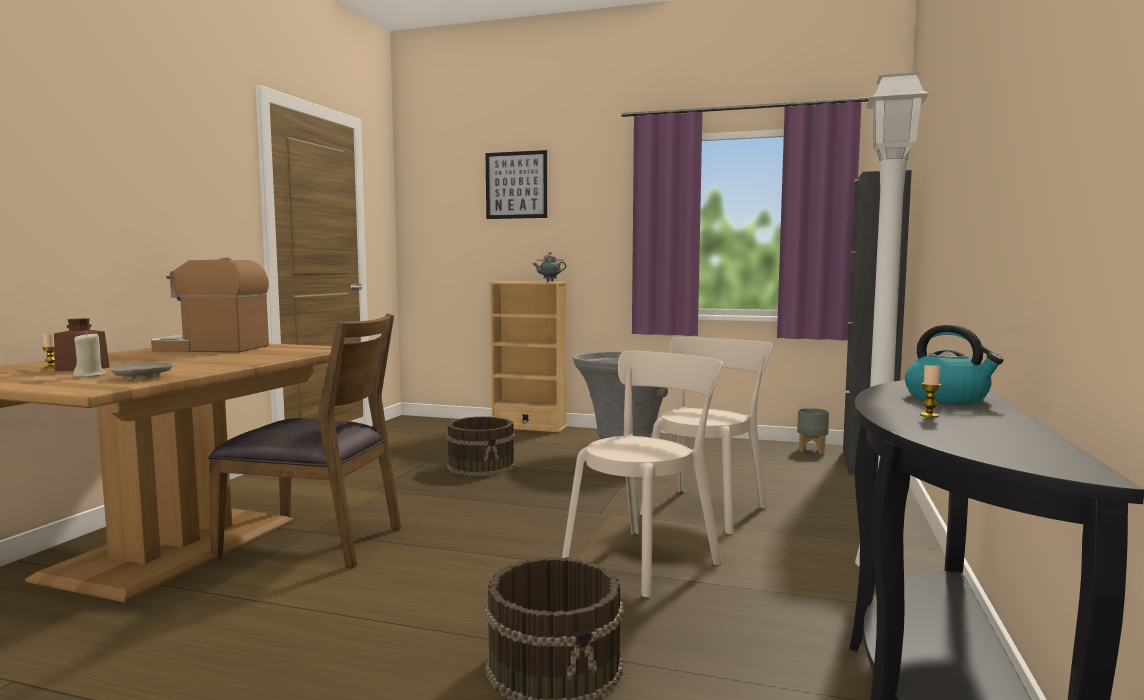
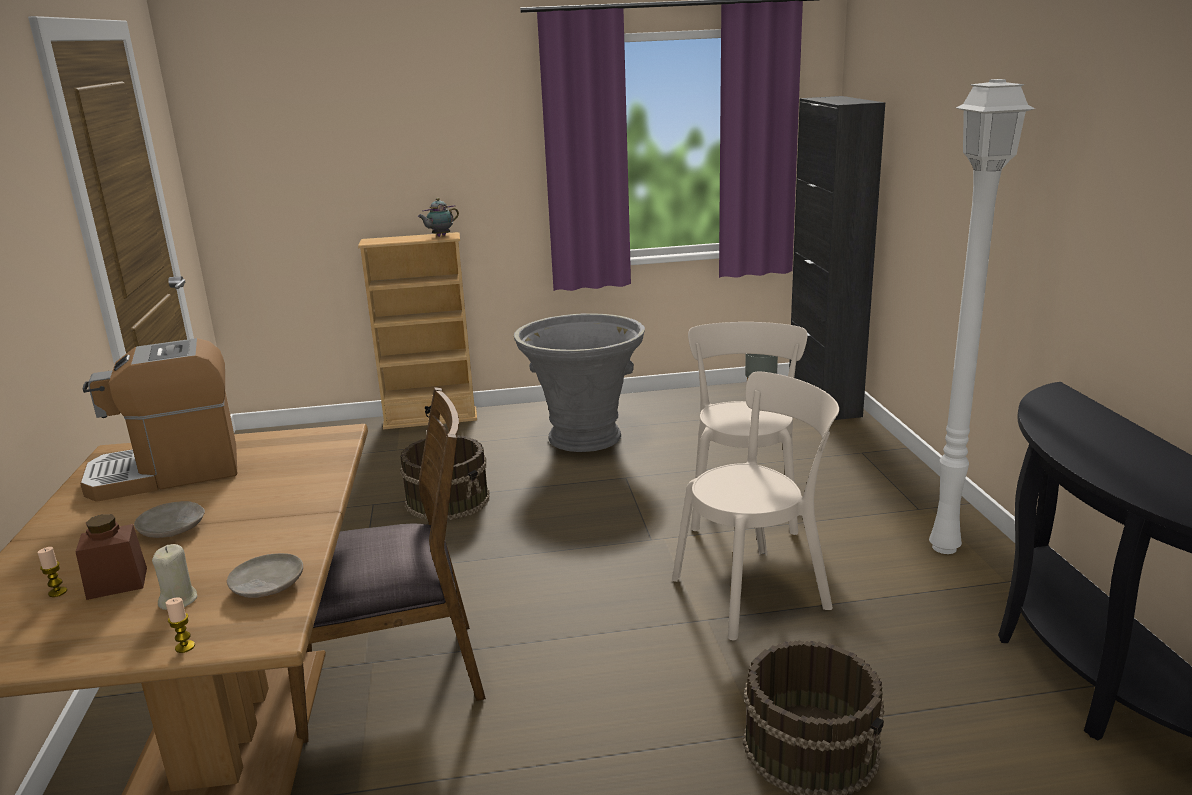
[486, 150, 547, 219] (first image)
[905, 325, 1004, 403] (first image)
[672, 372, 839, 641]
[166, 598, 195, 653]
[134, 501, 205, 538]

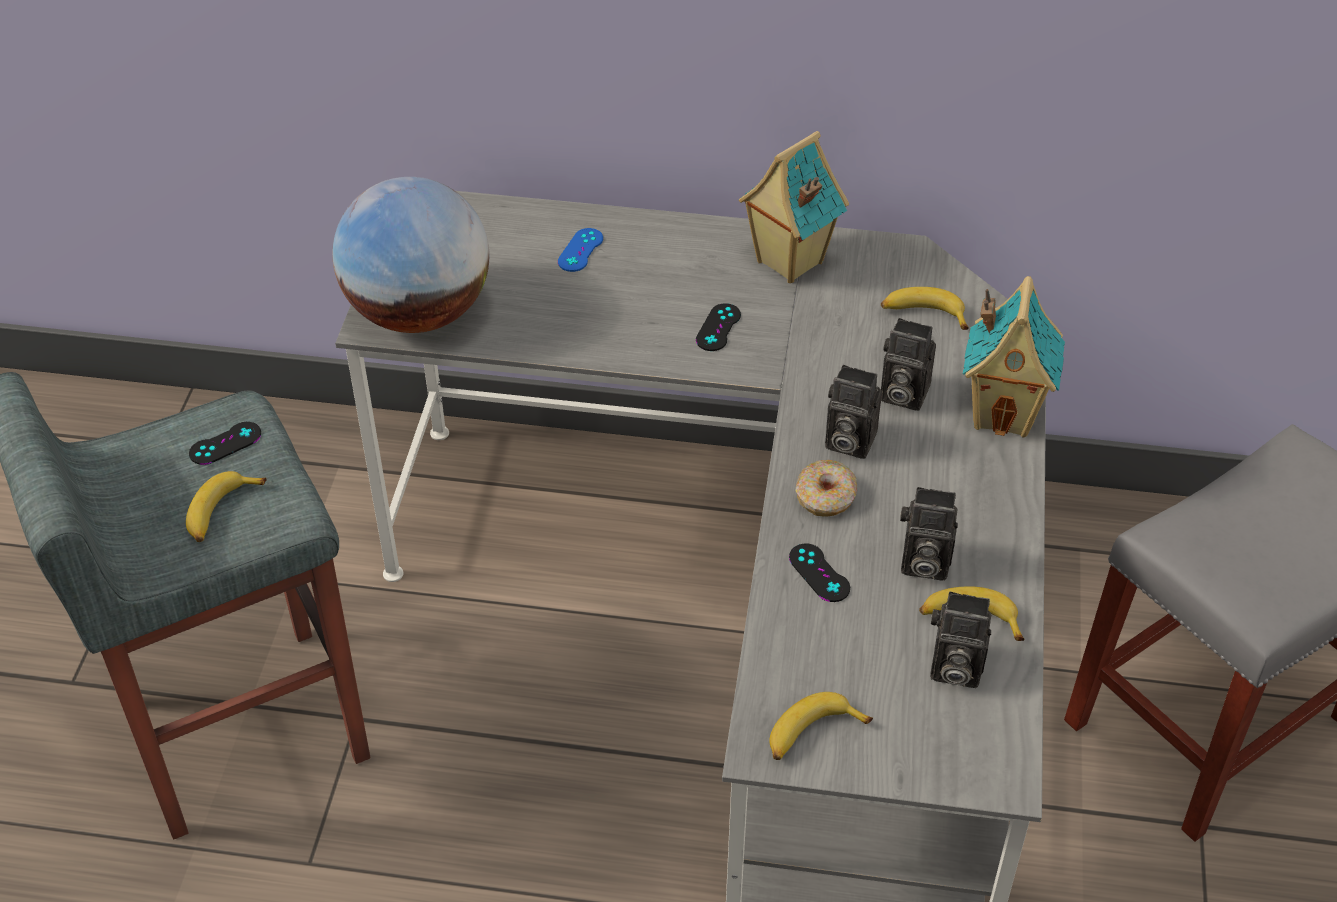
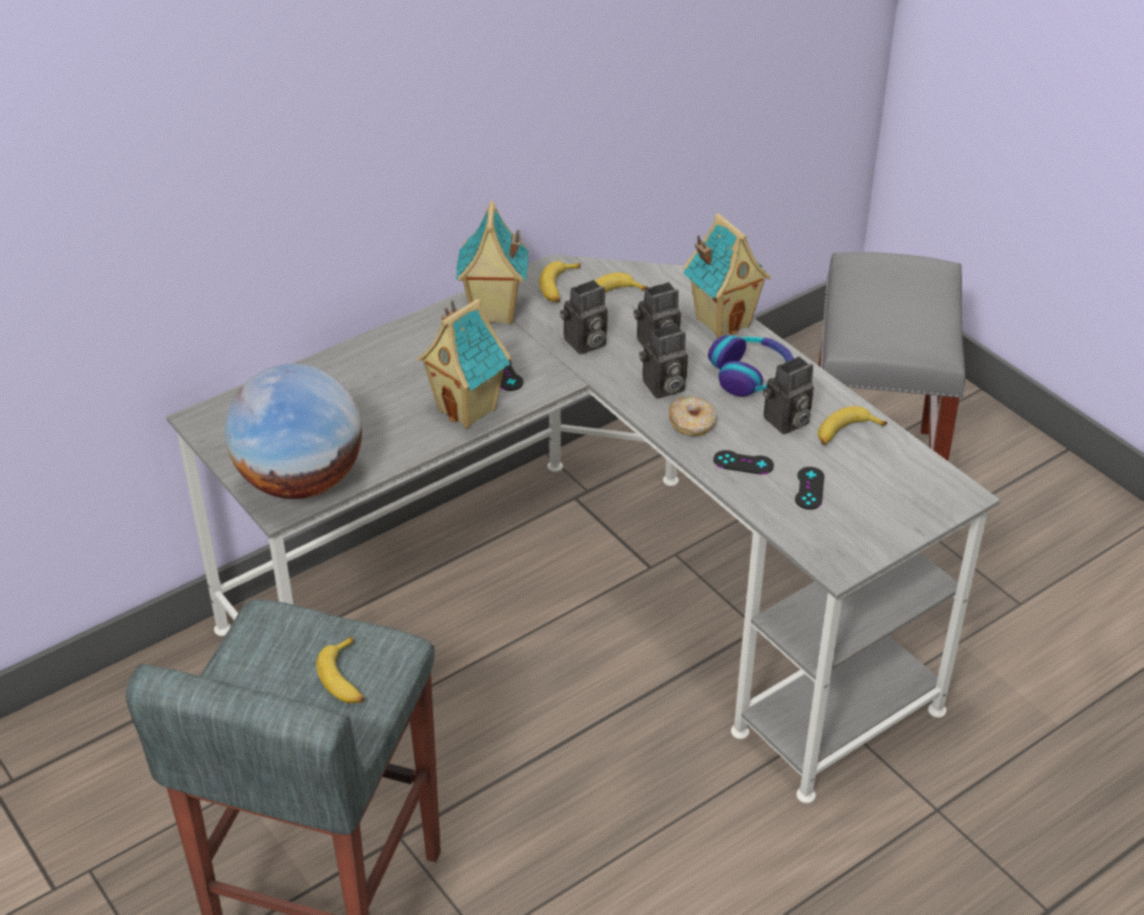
[558, 228, 603, 272] (first image)
[795, 467, 824, 510]
[560, 280, 608, 354]
[540, 261, 581, 302]
[417, 299, 511, 428]
[708, 335, 794, 396]

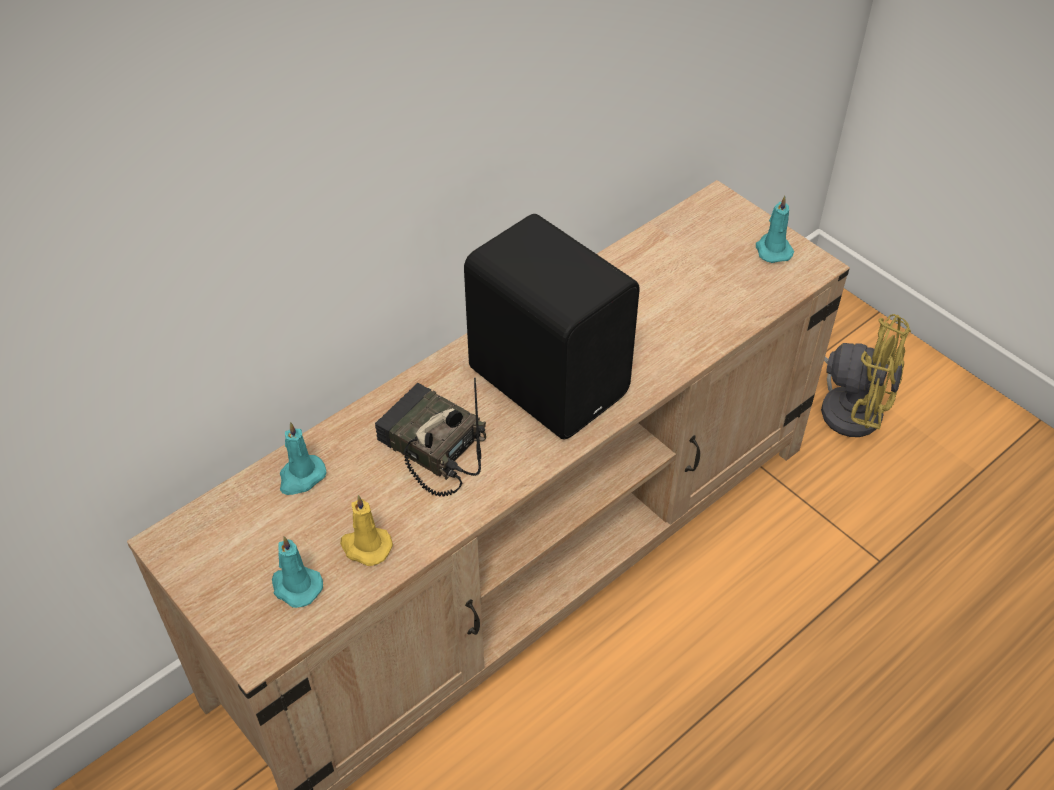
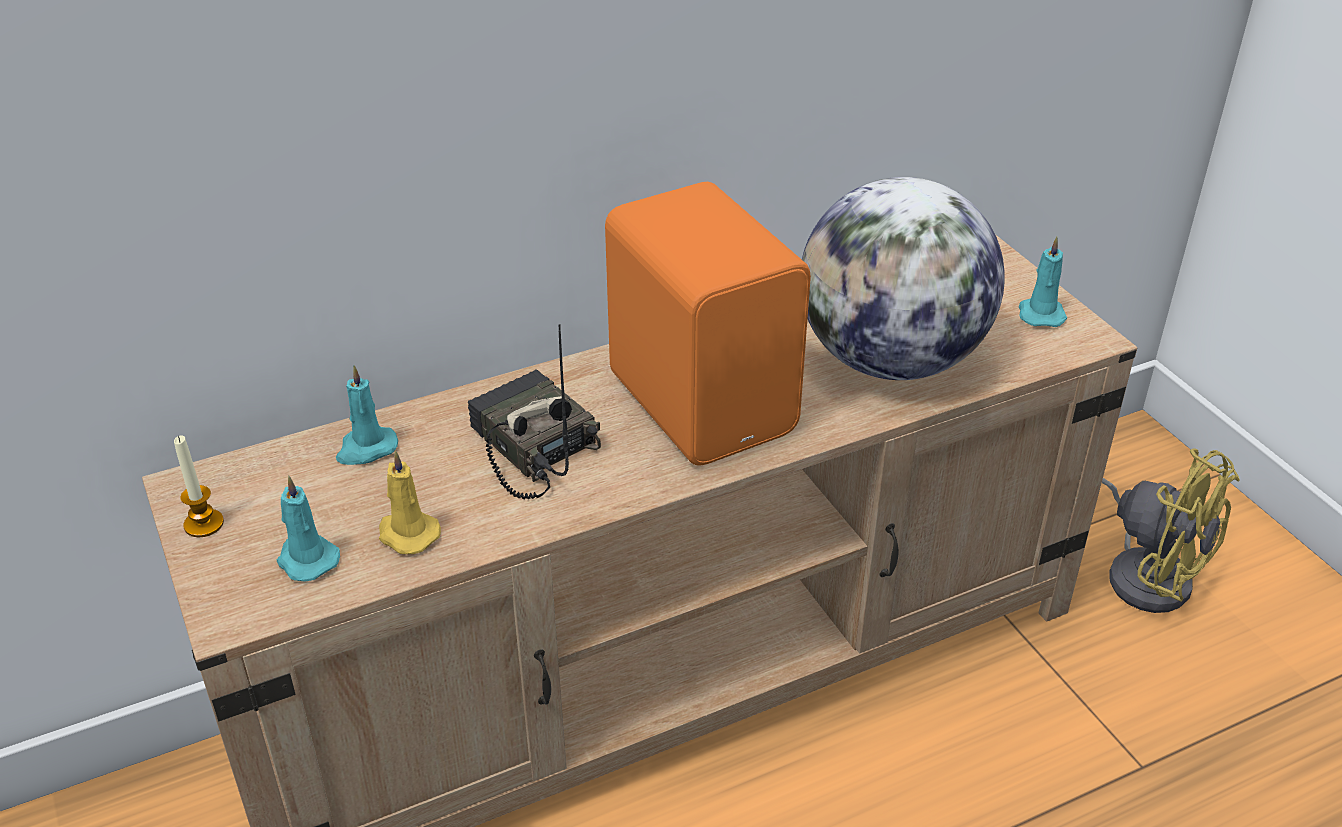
[605, 182, 811, 466]
[802, 177, 1005, 380]
[174, 435, 224, 537]

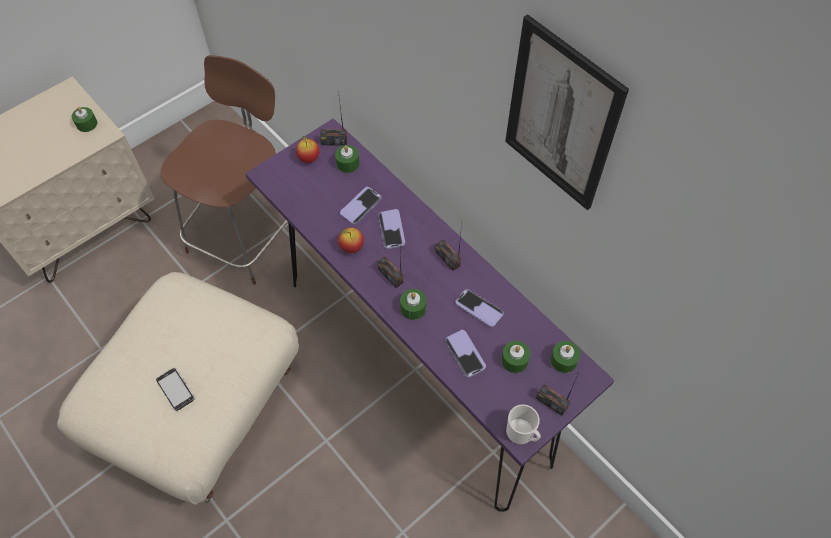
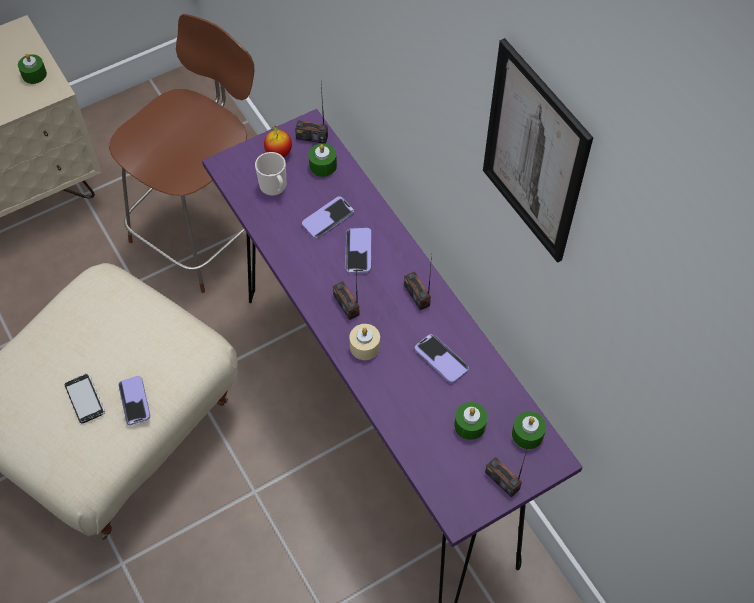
[338, 227, 364, 253] (first image)
[349, 324, 380, 360]
[118, 376, 150, 425]
[255, 152, 287, 196]

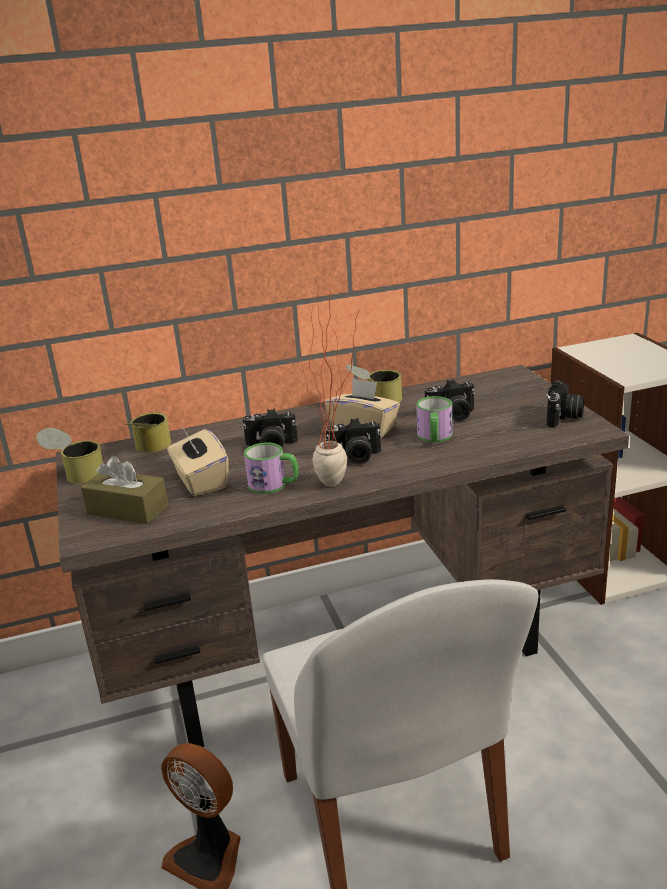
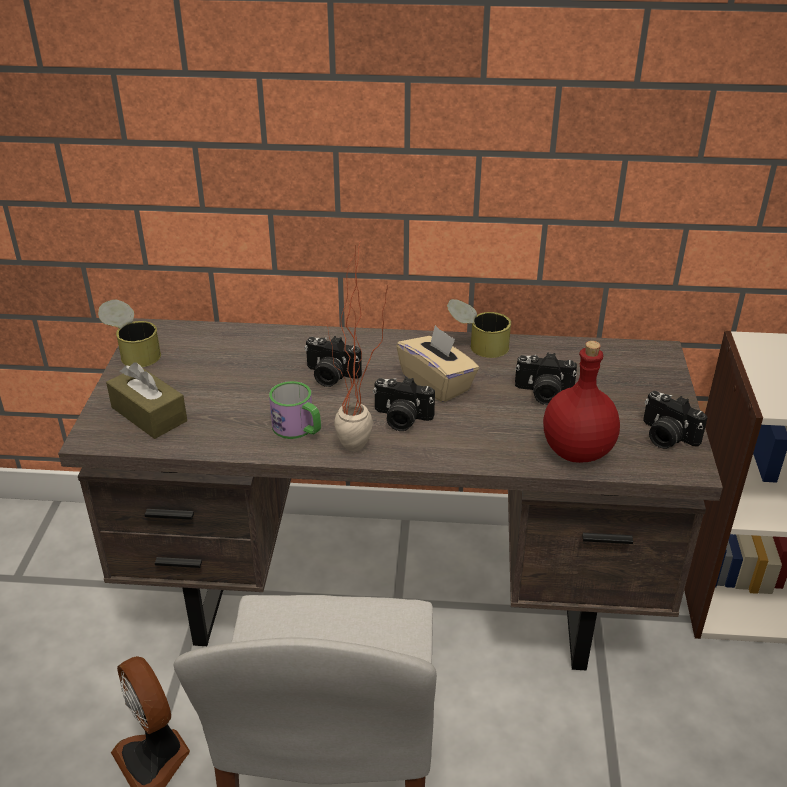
[643, 391, 708, 449]
[416, 396, 452, 443] (first image)
[124, 412, 171, 453] (first image)
[167, 426, 228, 496] (first image)
[543, 341, 620, 463]

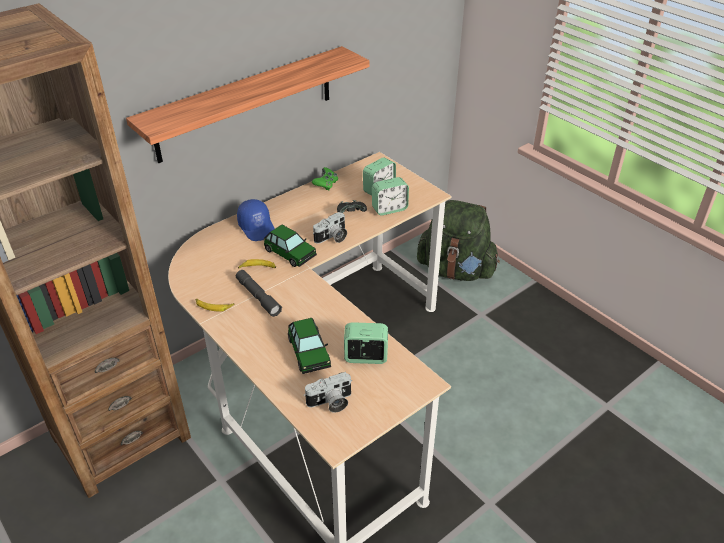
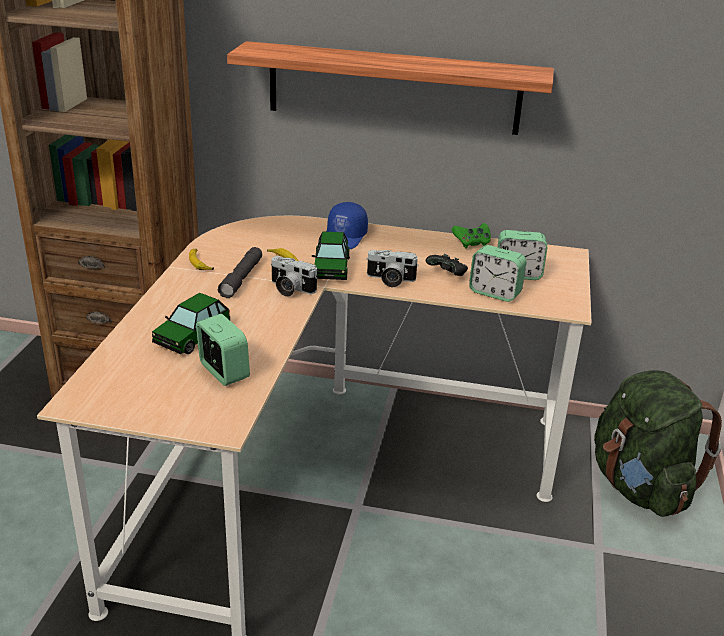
[271, 256, 318, 297]

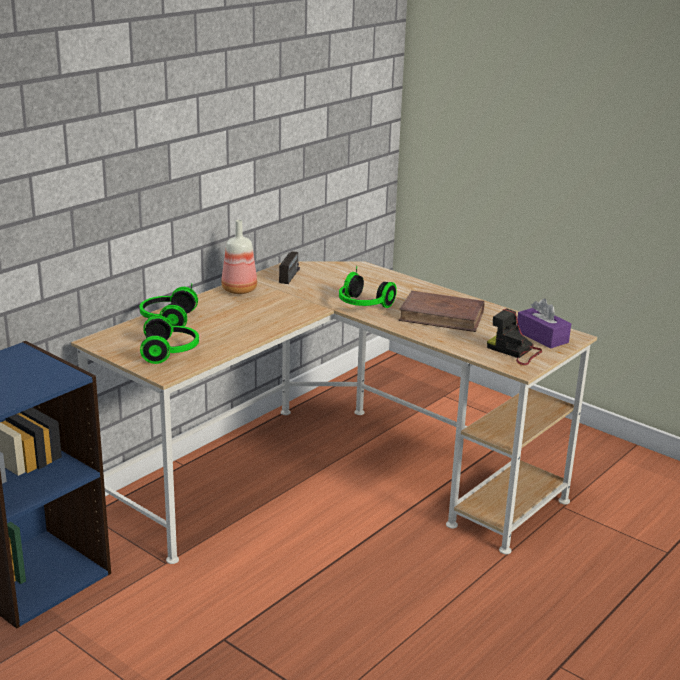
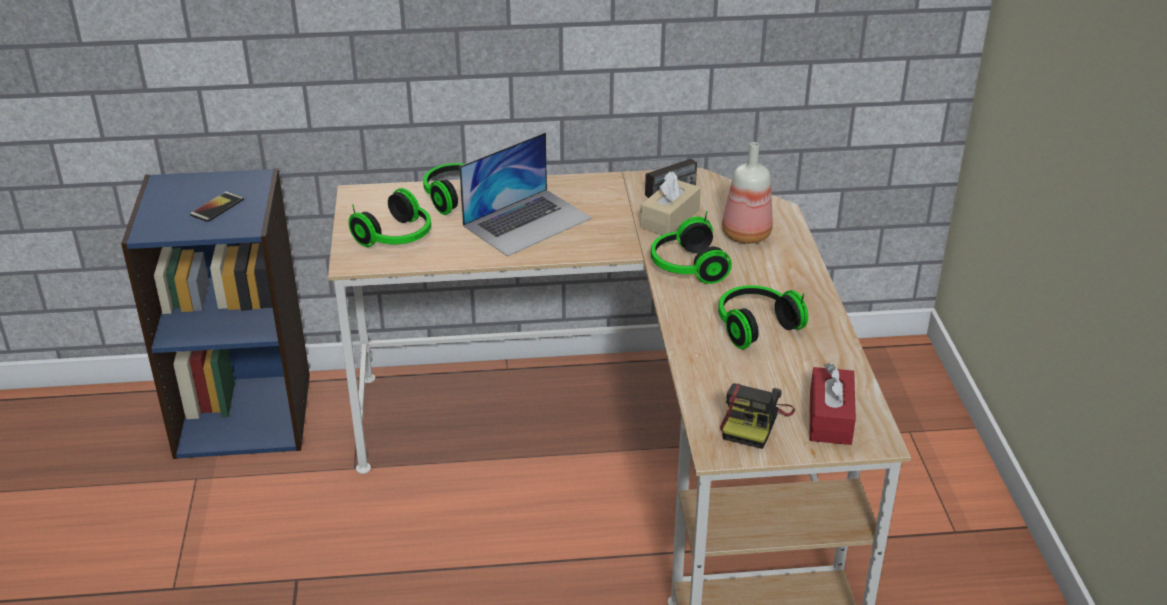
[722, 142, 773, 244]
[718, 285, 808, 349]
[809, 363, 856, 445]
[720, 383, 795, 449]
[459, 132, 592, 257]
[640, 171, 701, 235]
[190, 191, 244, 222]

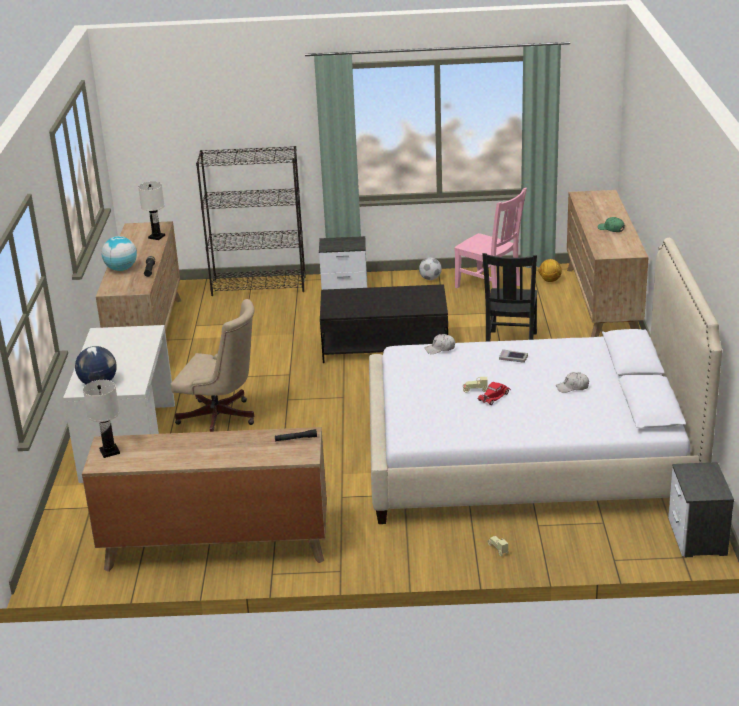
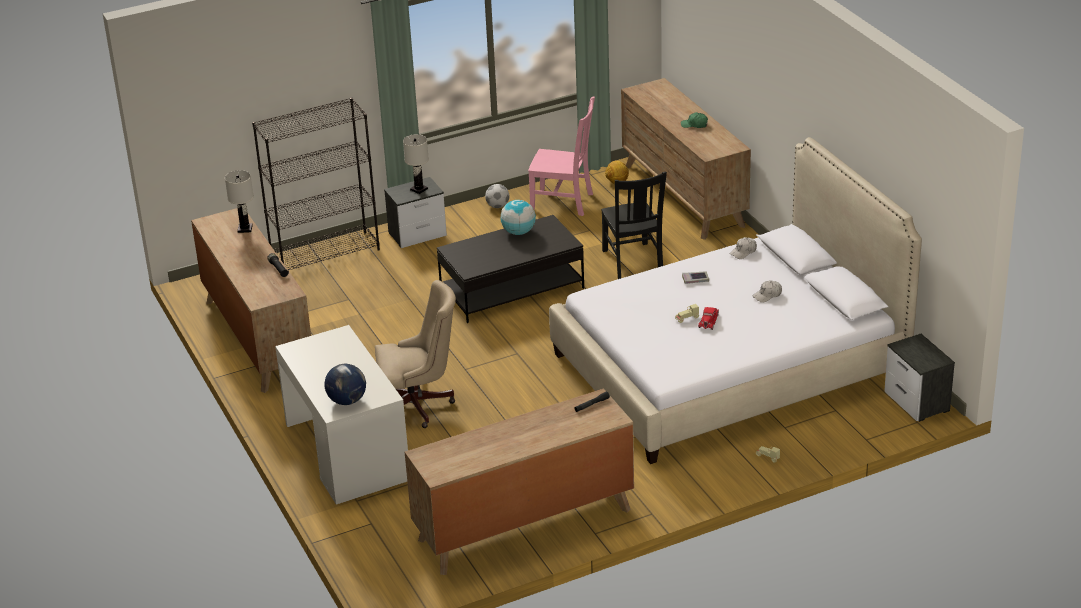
[500, 200, 536, 235]
[730, 237, 757, 259]
[403, 134, 429, 194]

